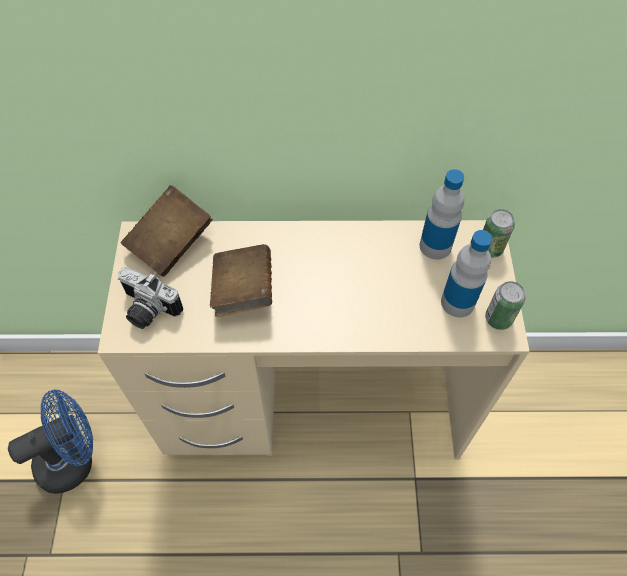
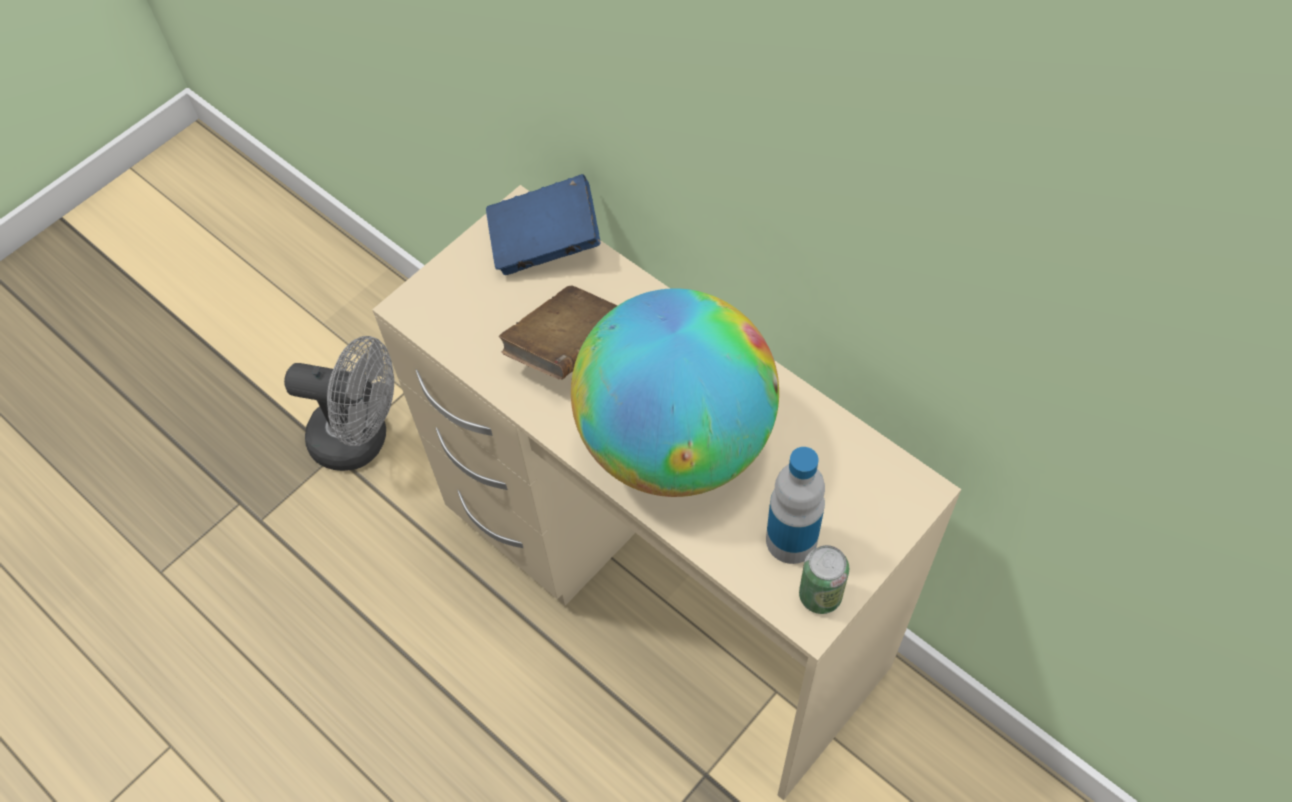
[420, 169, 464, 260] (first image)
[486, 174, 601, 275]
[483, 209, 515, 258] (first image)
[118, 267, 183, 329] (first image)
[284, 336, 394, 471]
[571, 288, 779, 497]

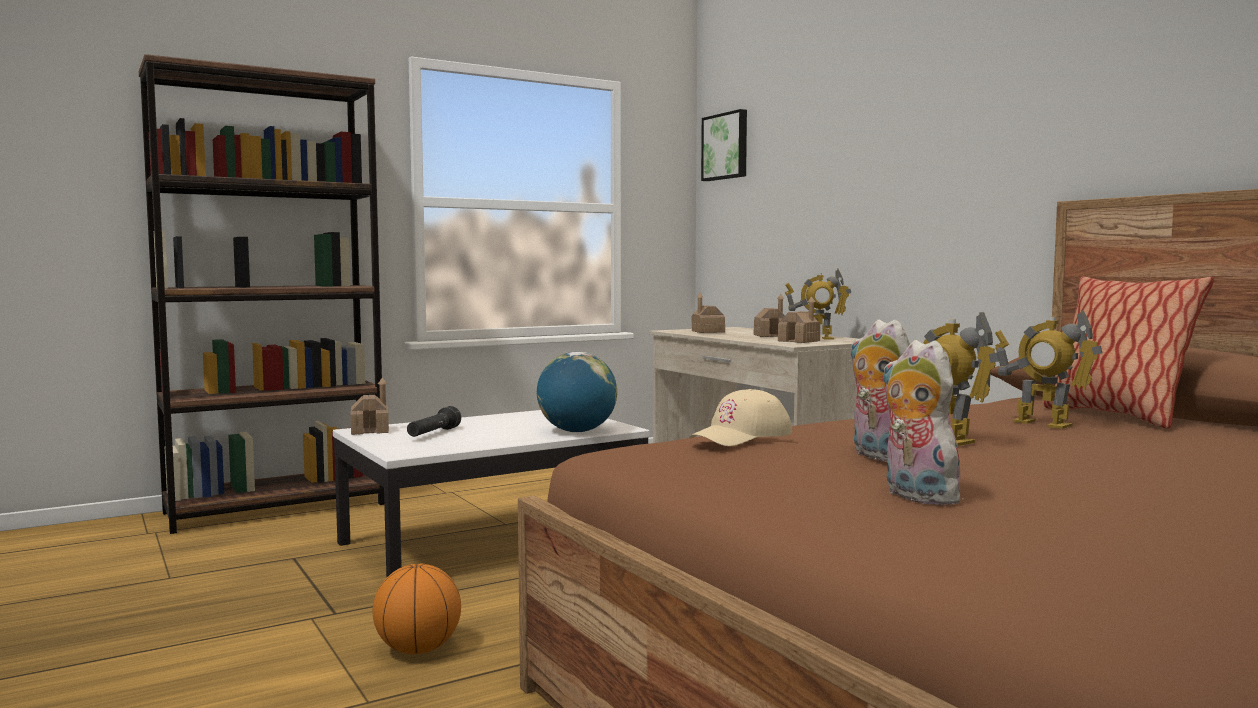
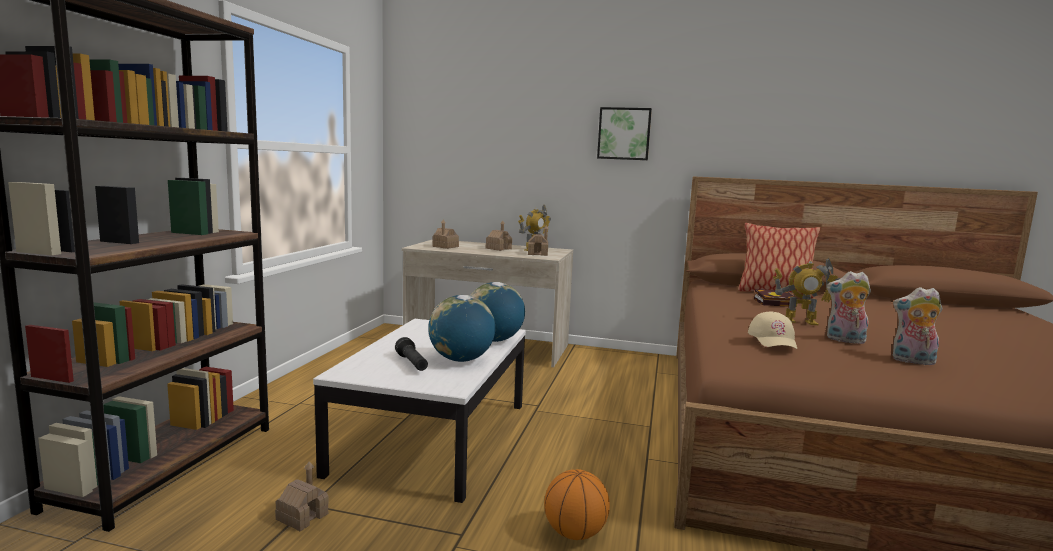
[597, 107, 652, 160]
[754, 289, 795, 307]
[275, 462, 329, 531]
[428, 295, 495, 362]

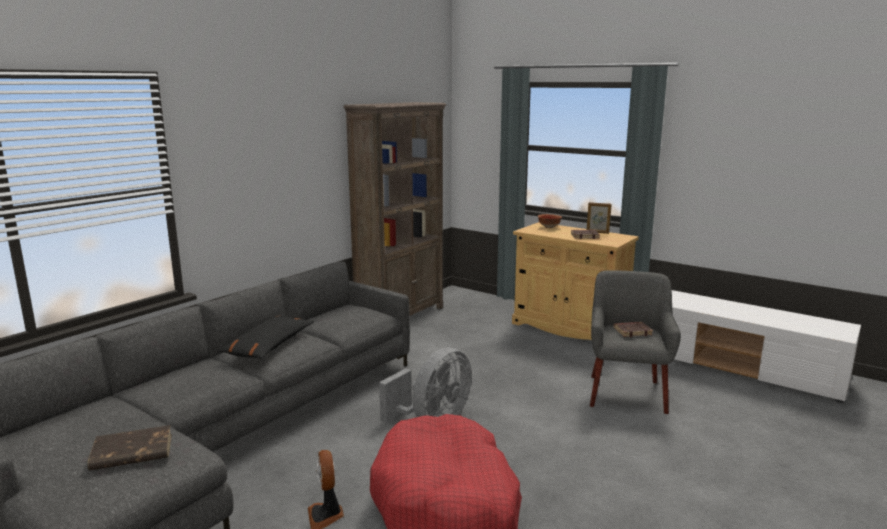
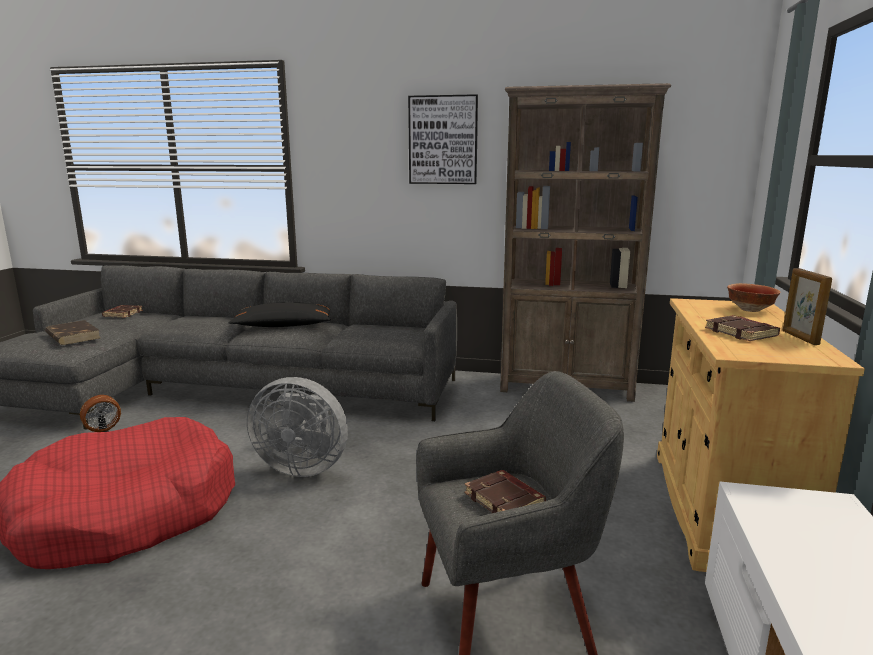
[408, 94, 478, 184]
[102, 305, 143, 318]

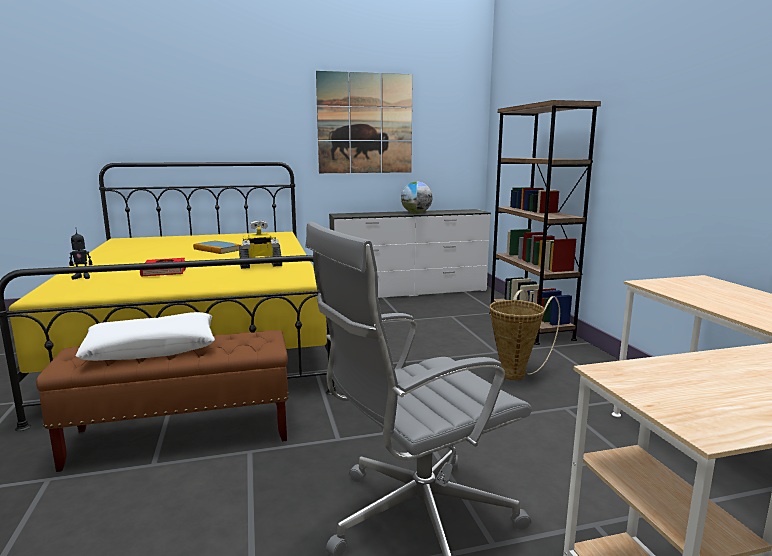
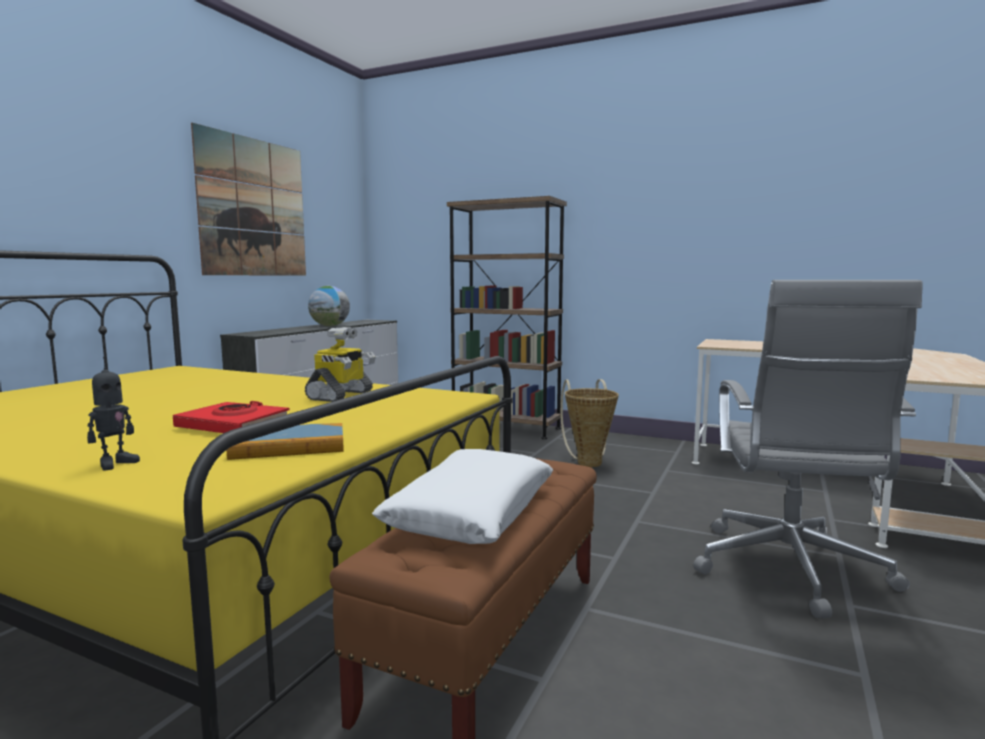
[226, 423, 344, 460]

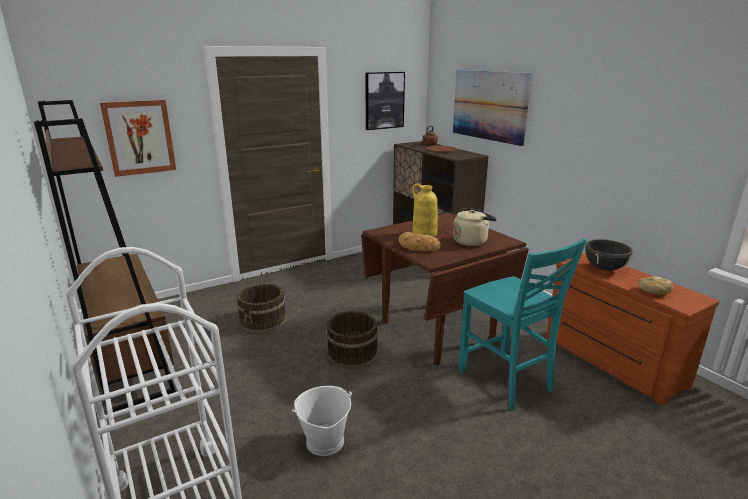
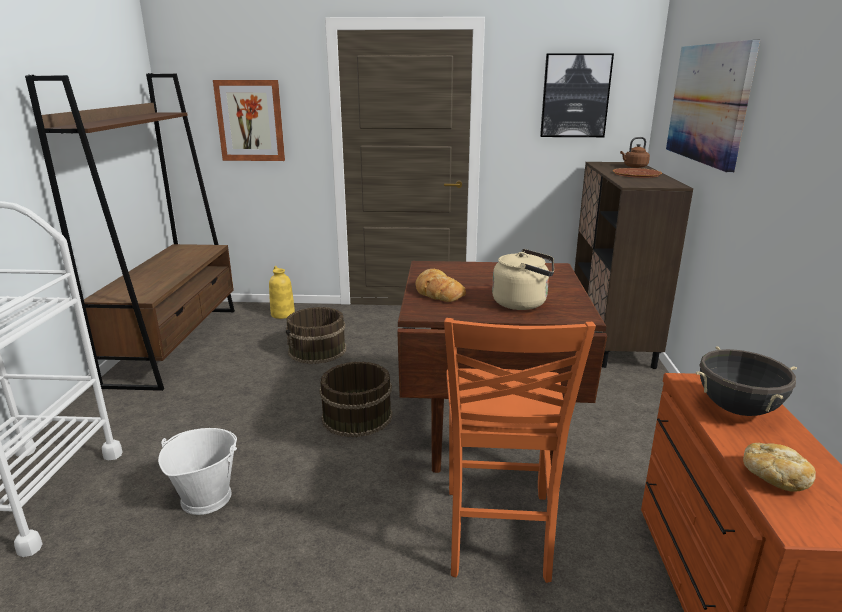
[269, 266, 295, 319]
[444, 318, 596, 583]

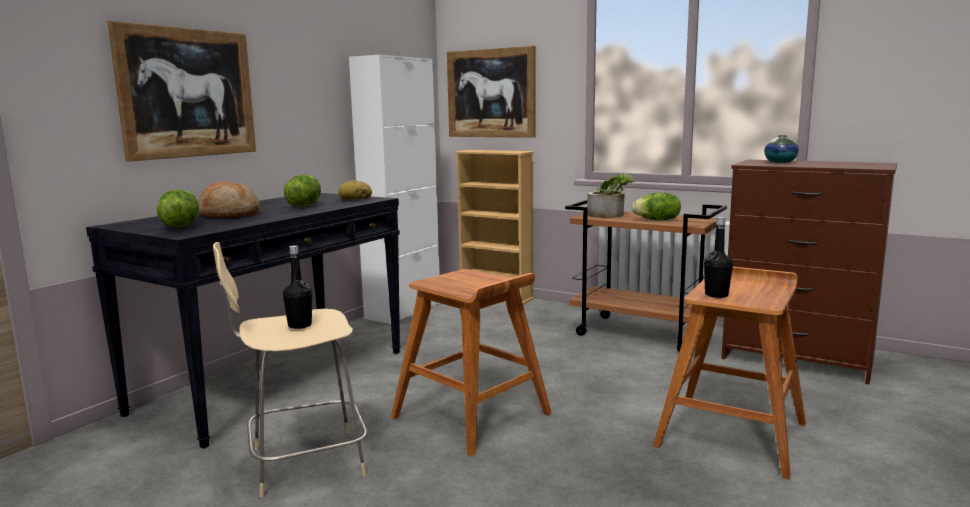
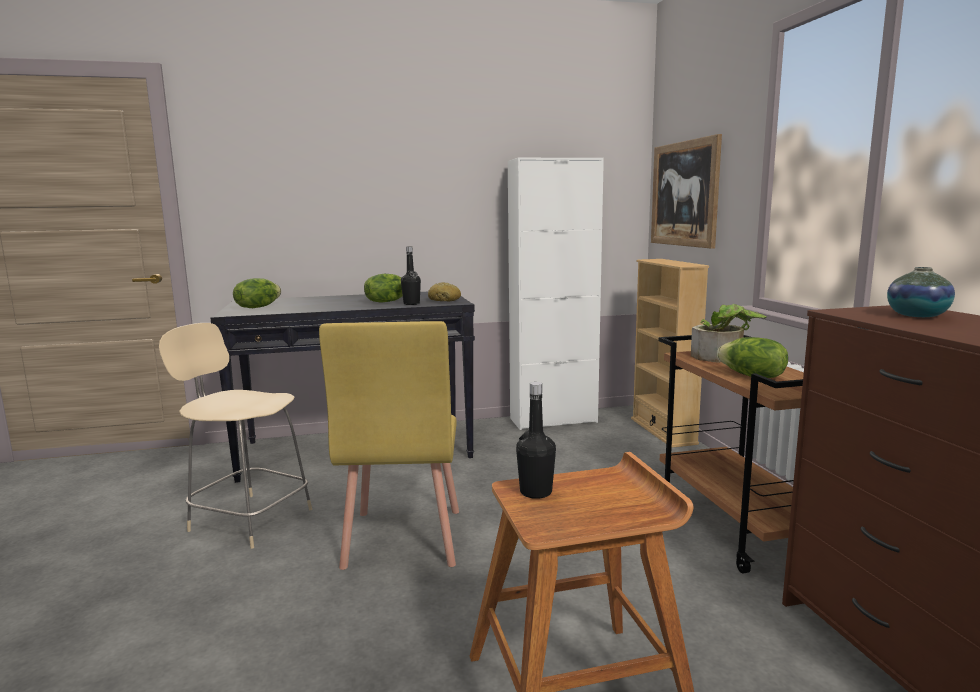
[107, 21, 256, 162] (first image)
[198, 181, 260, 218] (first image)
[401, 246, 421, 305]
[319, 321, 459, 570]

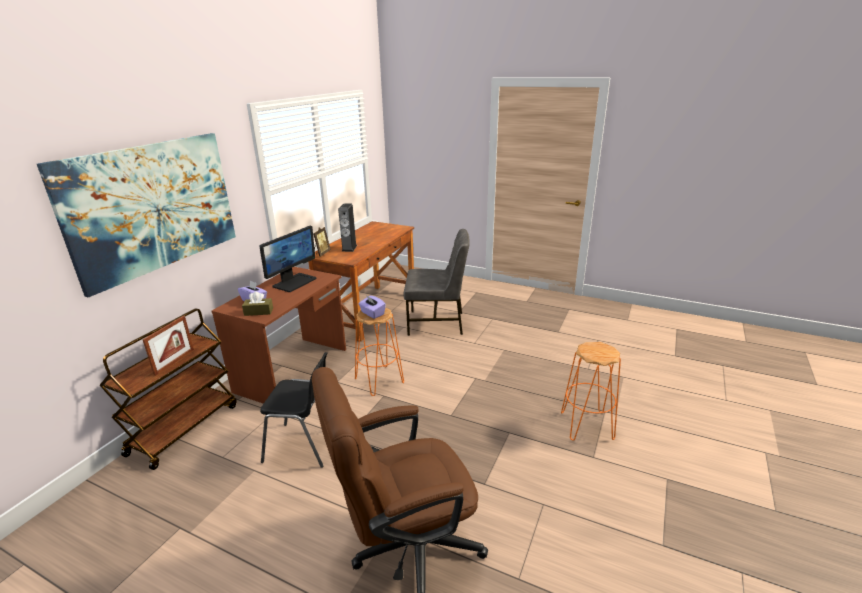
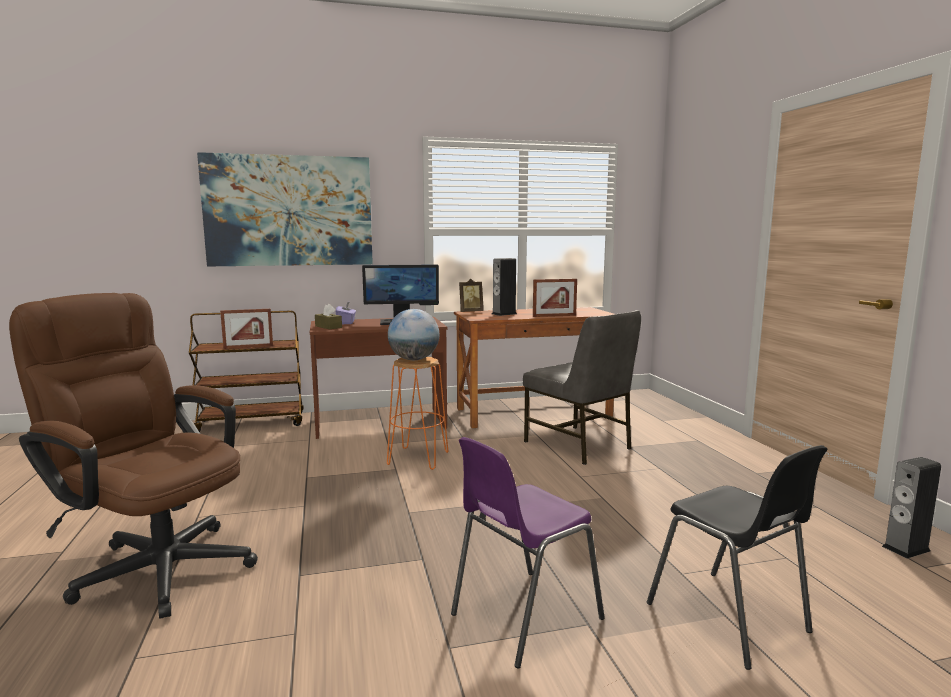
[388, 309, 439, 360]
[451, 437, 605, 668]
[647, 445, 828, 670]
[533, 279, 577, 317]
[882, 457, 941, 558]

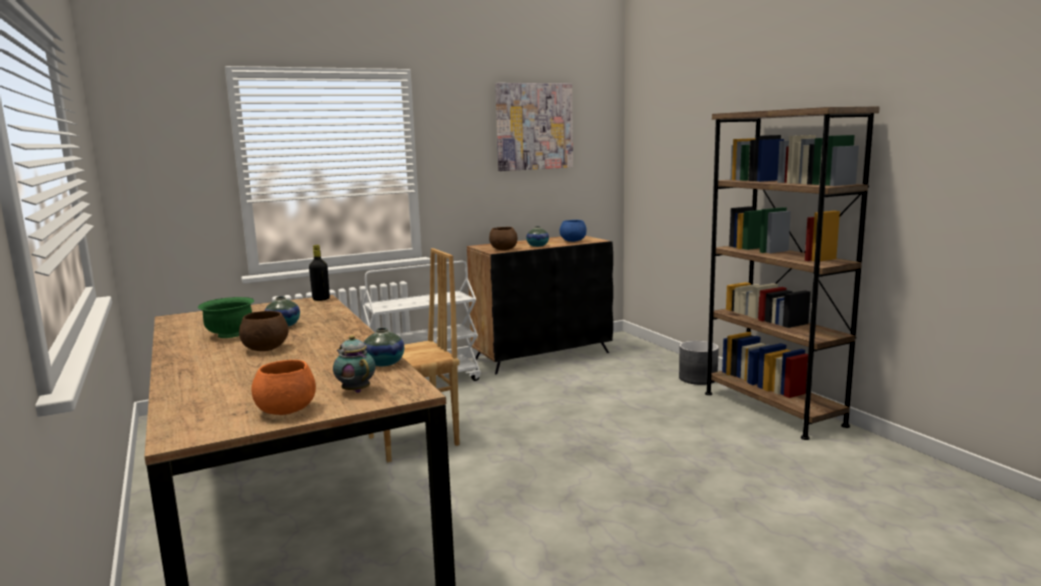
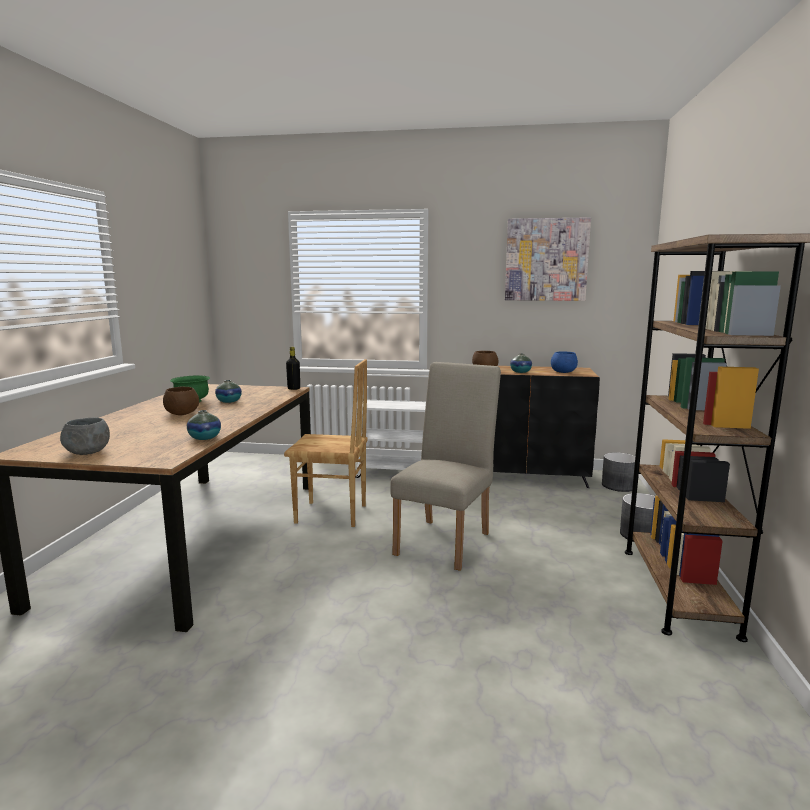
[333, 335, 376, 393] (first image)
[60, 418, 110, 455]
[390, 362, 501, 571]
[602, 452, 635, 492]

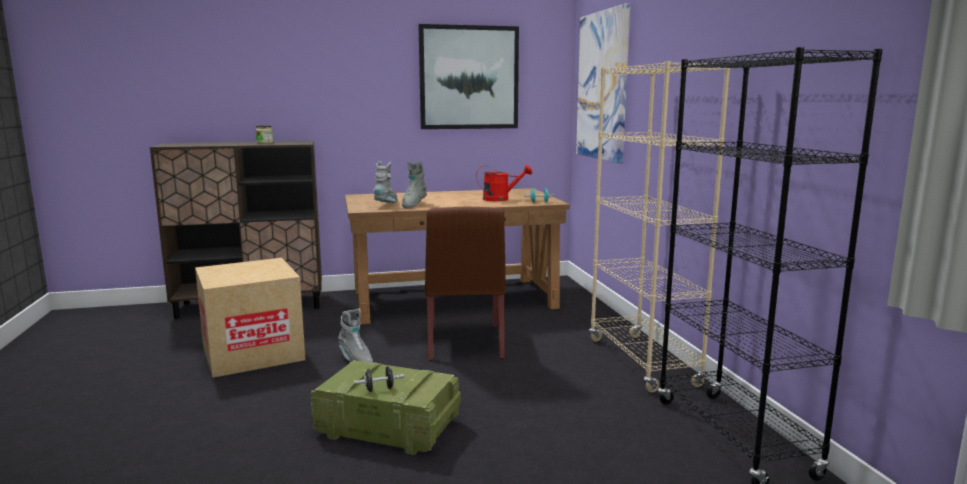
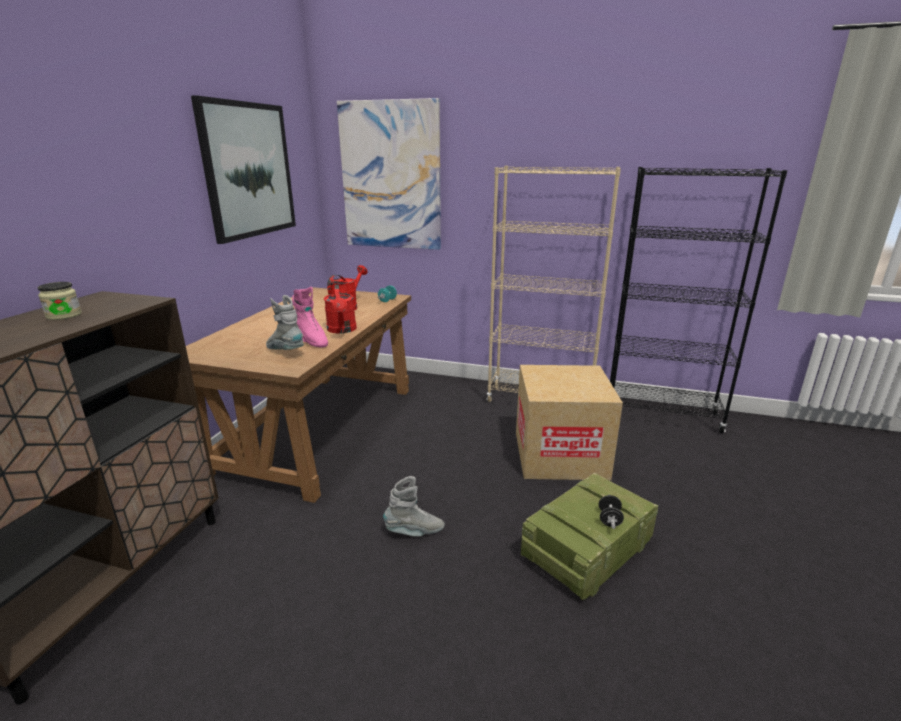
[292, 287, 328, 347]
[425, 207, 506, 361] (first image)
[516, 365, 623, 480]
[324, 285, 357, 334]

